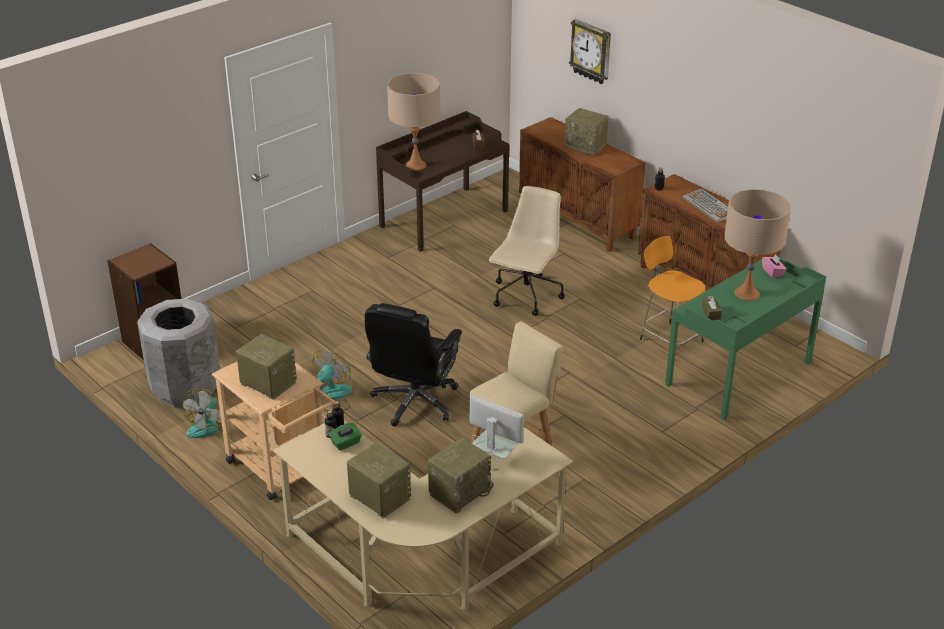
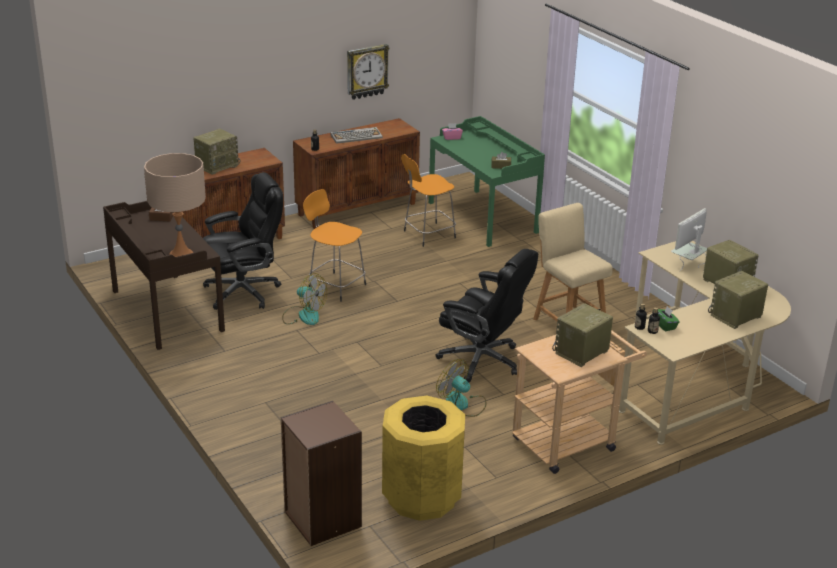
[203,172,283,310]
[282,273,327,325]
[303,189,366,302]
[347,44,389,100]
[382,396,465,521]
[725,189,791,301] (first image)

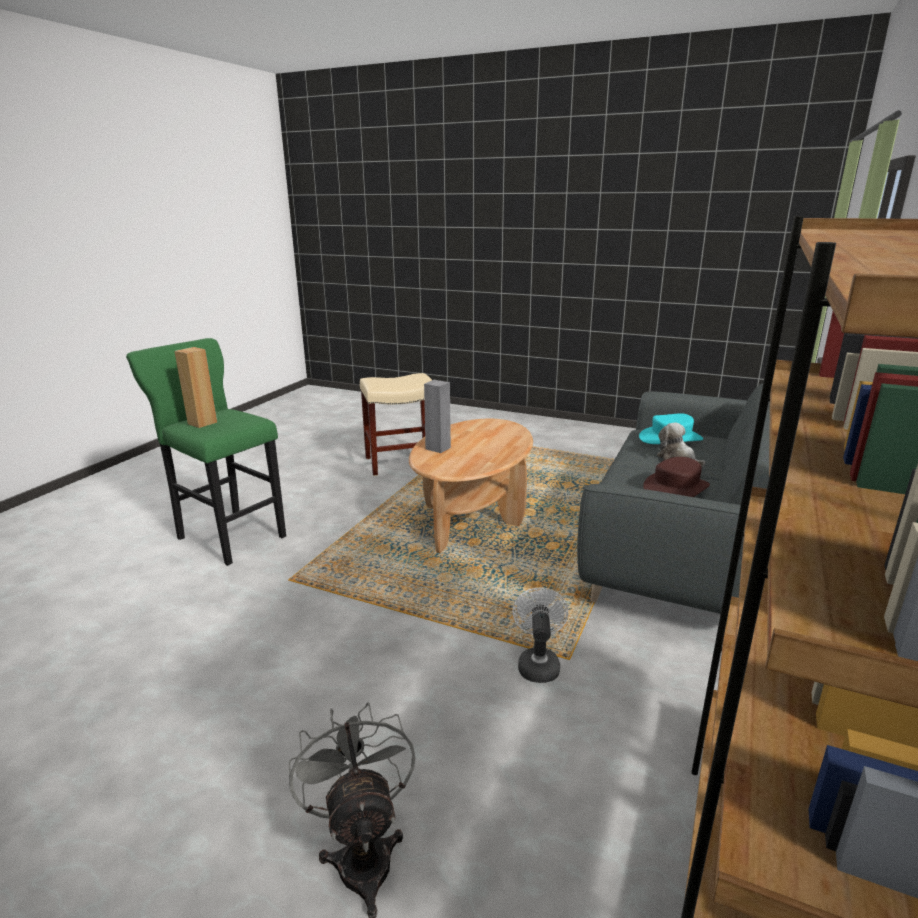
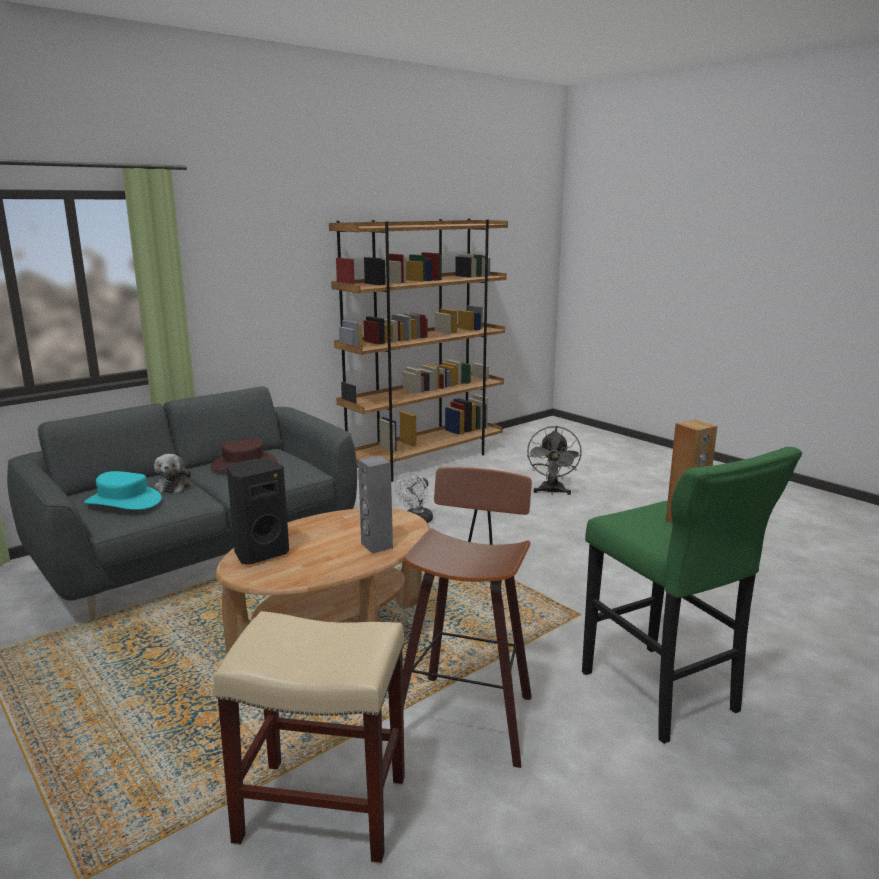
[227,459,289,565]
[403,467,532,768]

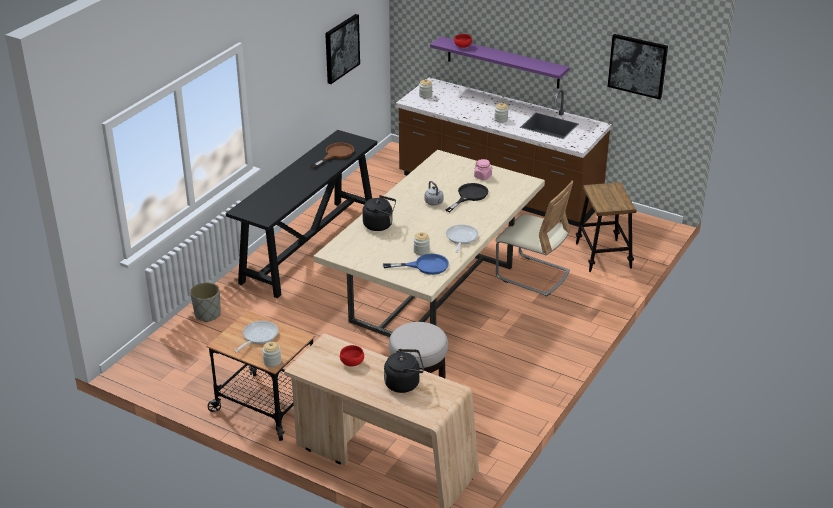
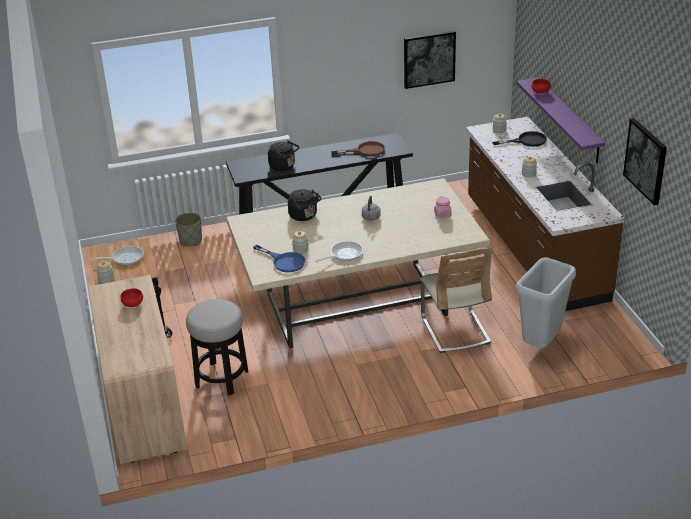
[268,140,299,171]
[492,131,547,147]
[516,258,576,348]

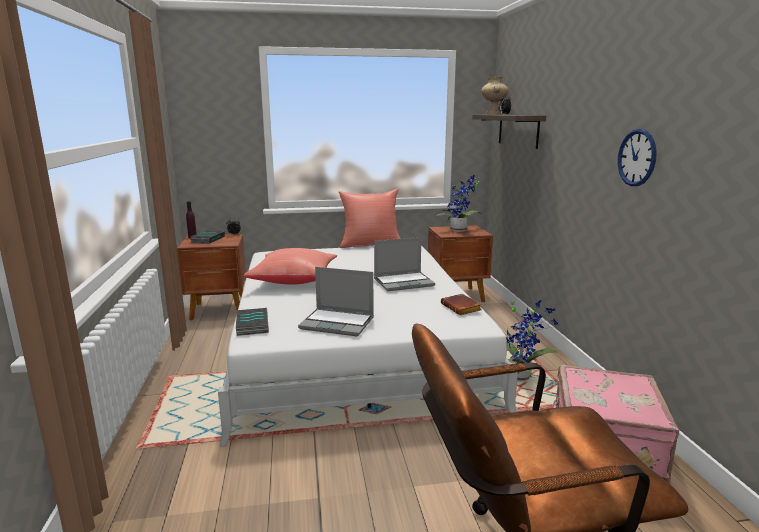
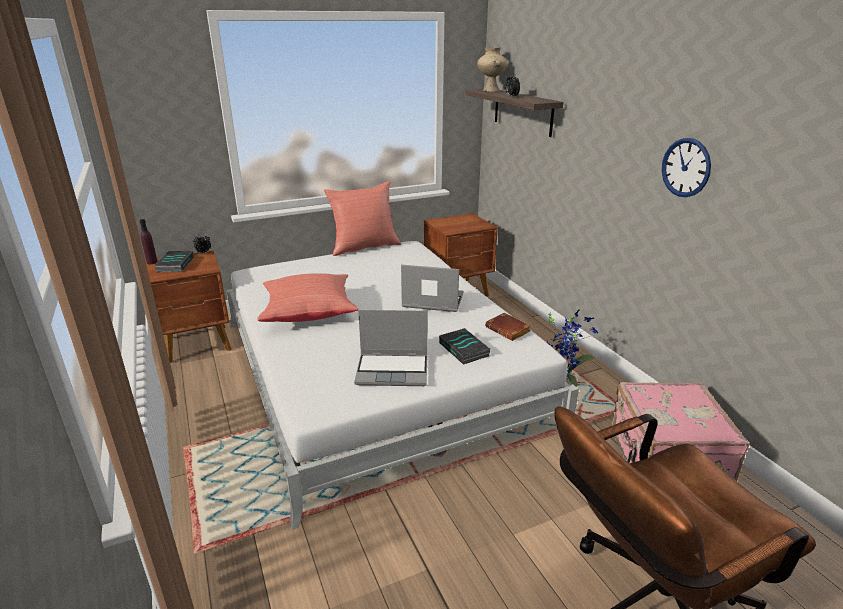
[401,265,464,312]
[439,328,490,365]
[436,175,482,232] (first image)

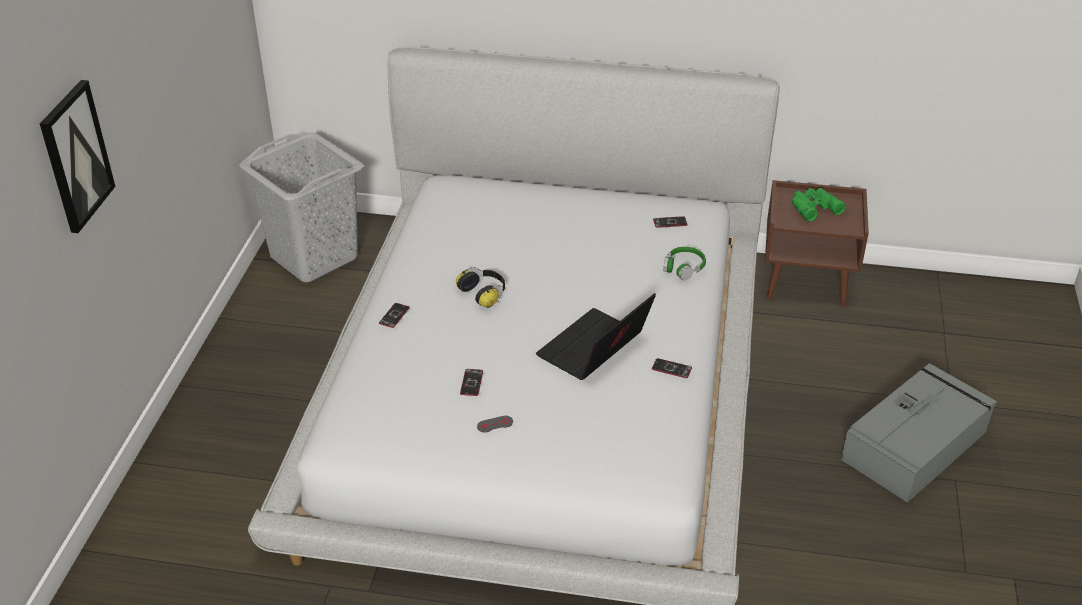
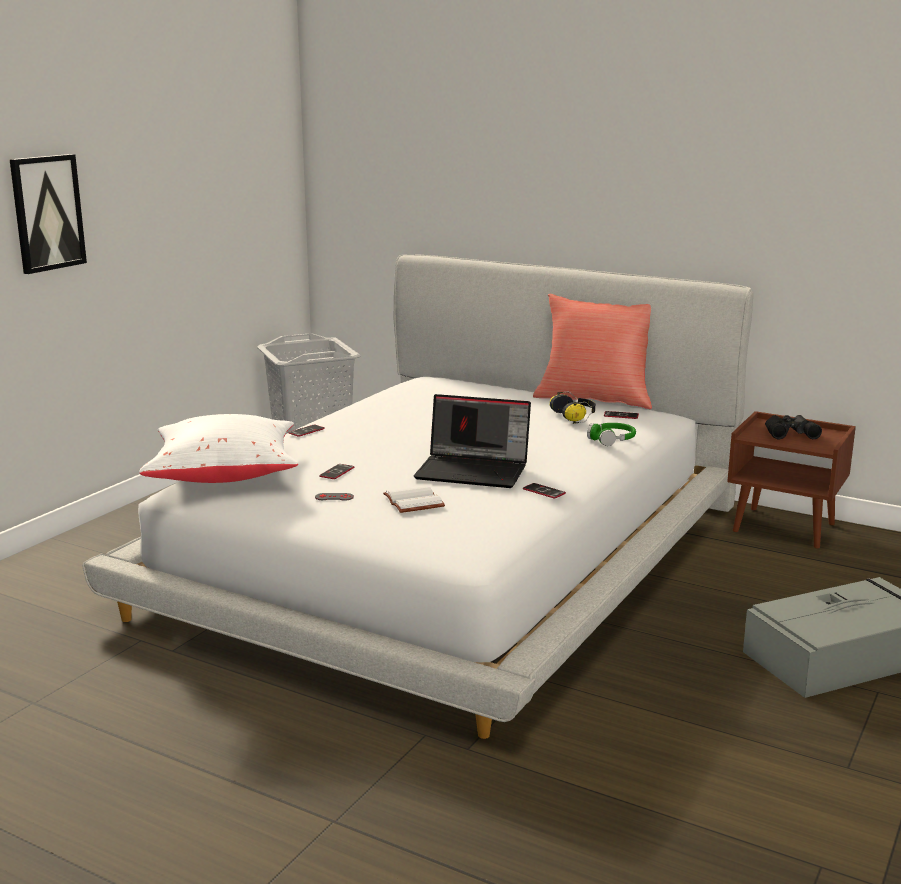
[139,414,298,483]
[383,485,445,513]
[414,394,531,488]
[533,293,652,409]
[550,392,595,424]
[765,415,822,440]

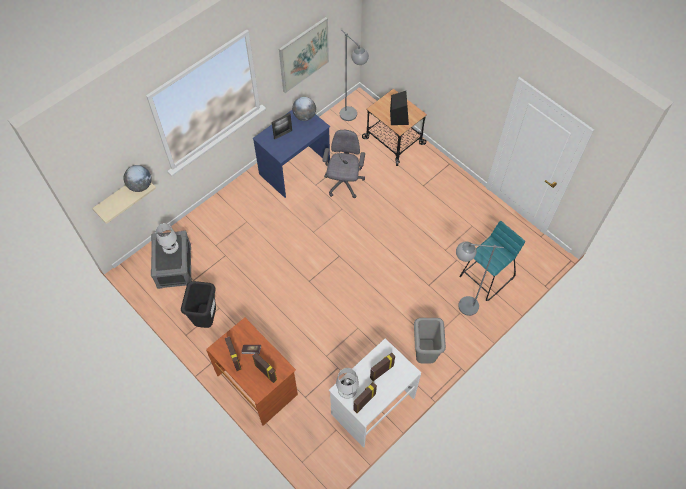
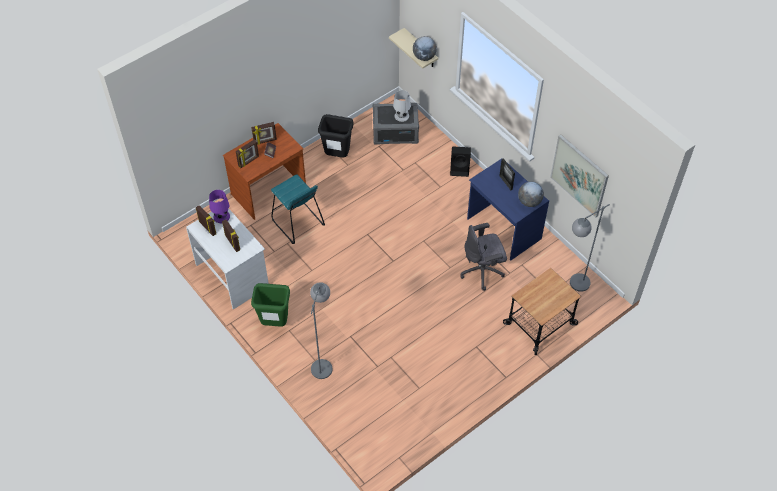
[209,190,230,223]
[251,283,290,327]
[271,174,325,244]
[450,146,471,177]
[461,223,507,291]

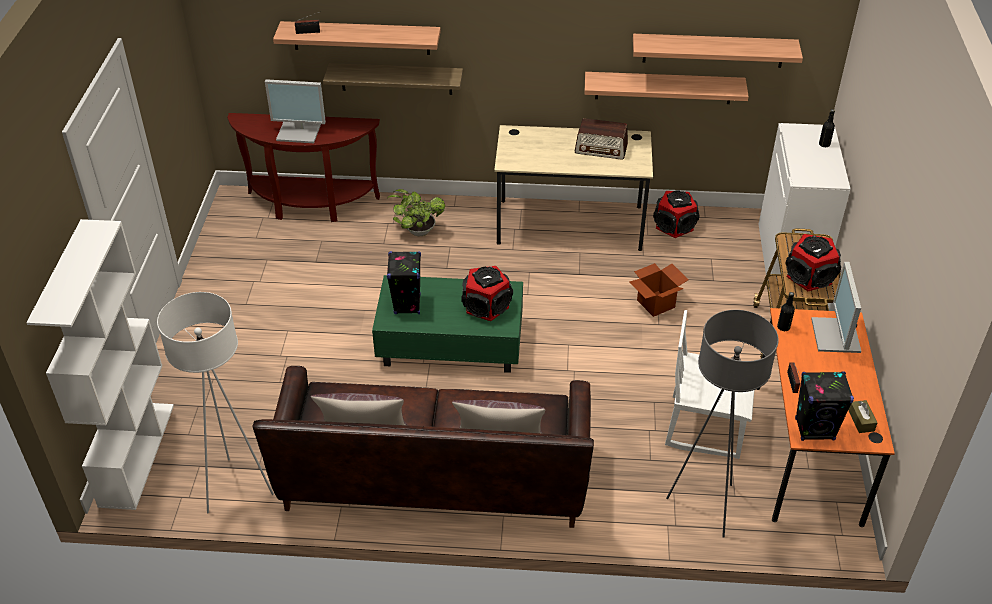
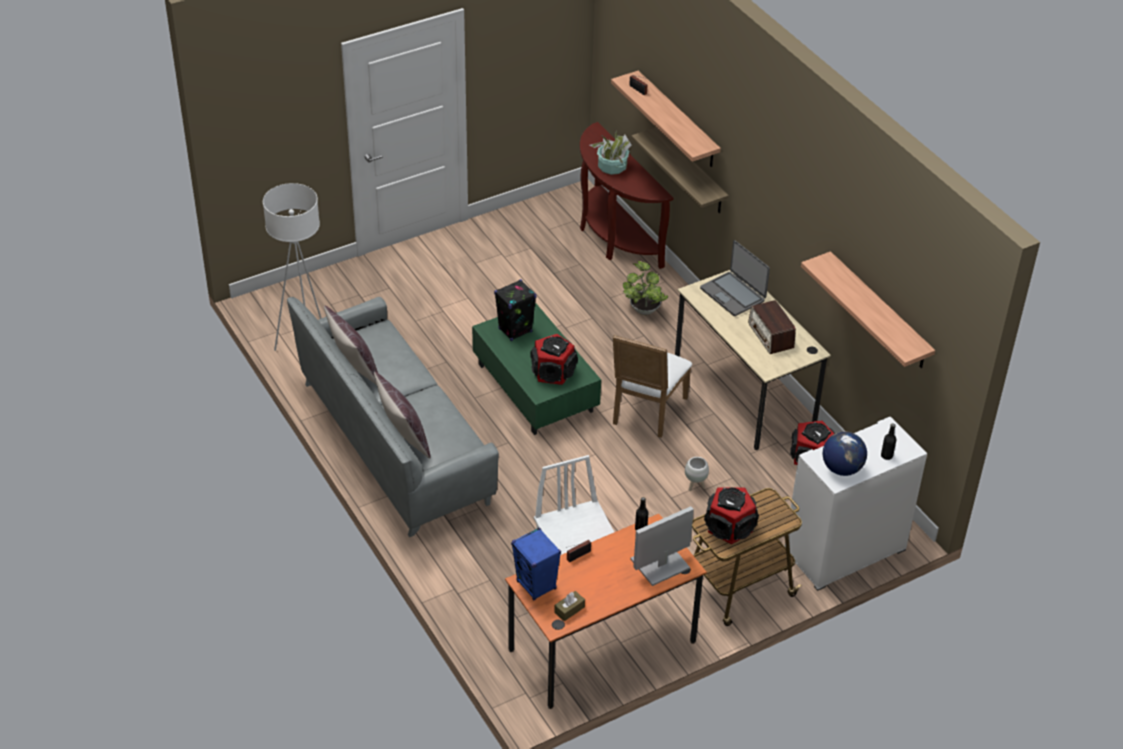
[287,297,499,537]
[511,527,561,600]
[590,131,631,175]
[613,335,692,438]
[685,457,709,491]
[700,240,770,316]
[823,432,867,476]
[26,219,174,510] (first image)
[584,72,749,104] (first image)
[666,310,779,538] (first image)

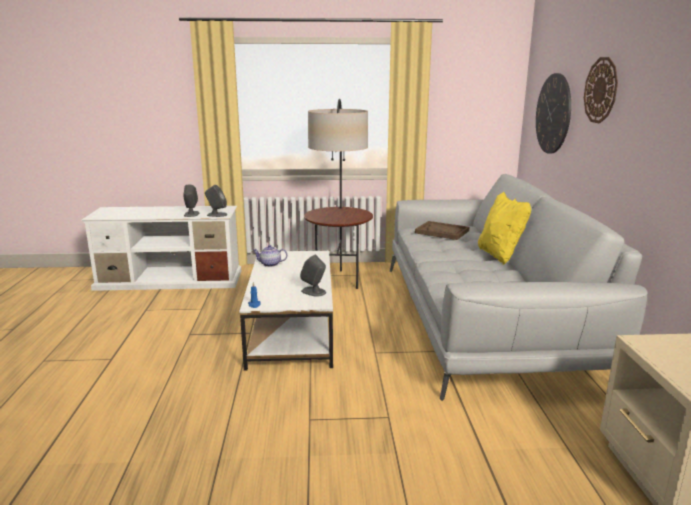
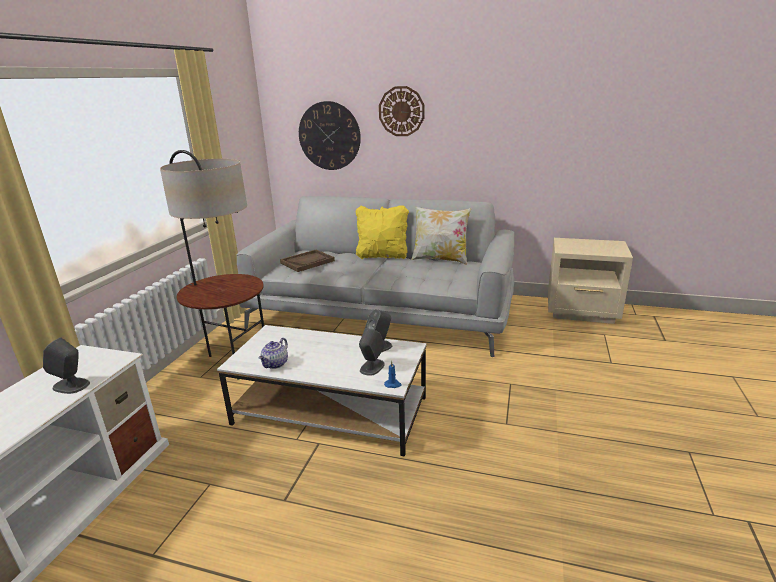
[359,328,385,376]
[412,207,472,265]

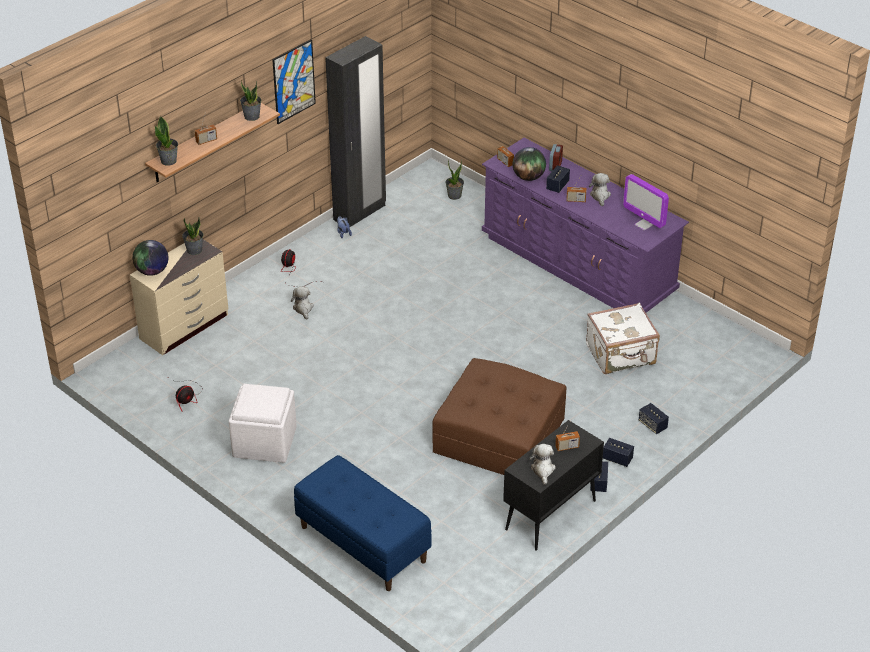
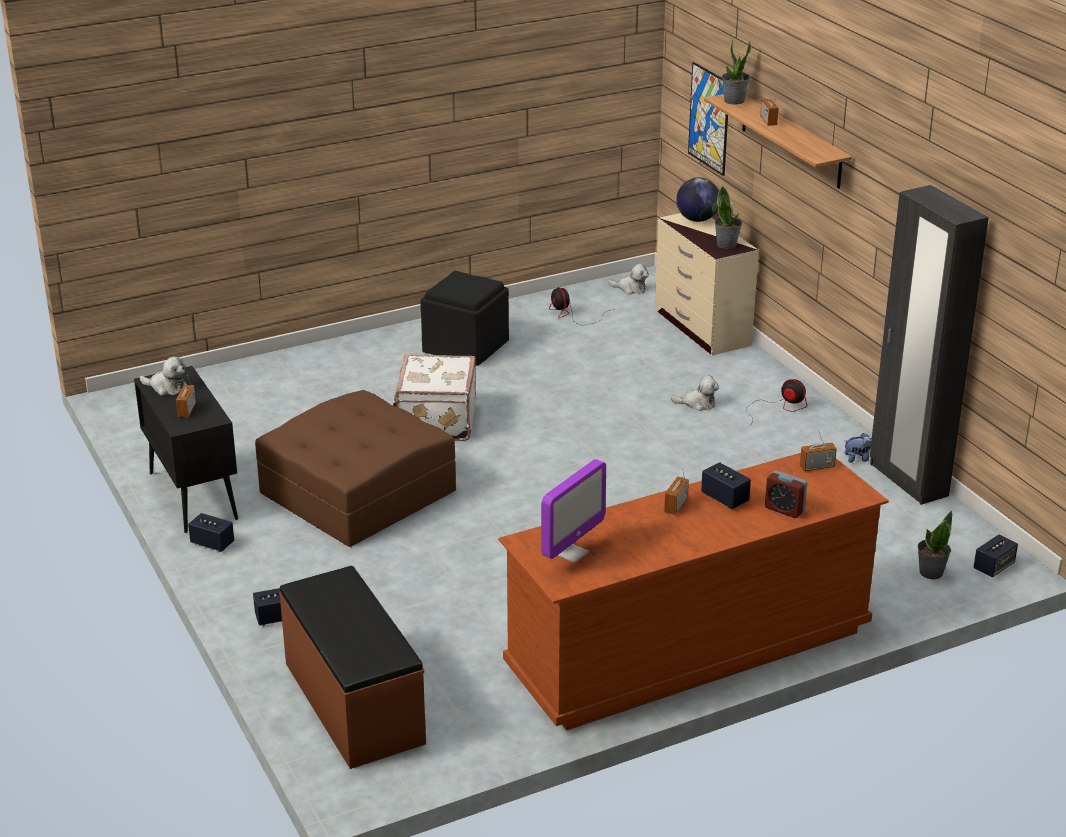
[279,566,426,769]
[393,354,476,441]
[421,271,509,366]
[498,453,889,731]
[541,459,606,563]
[608,264,649,295]
[688,62,728,176]
[973,535,1018,577]
[240,80,261,121] (first image)
[294,455,432,591] (first image)
[513,147,546,181] (first image)

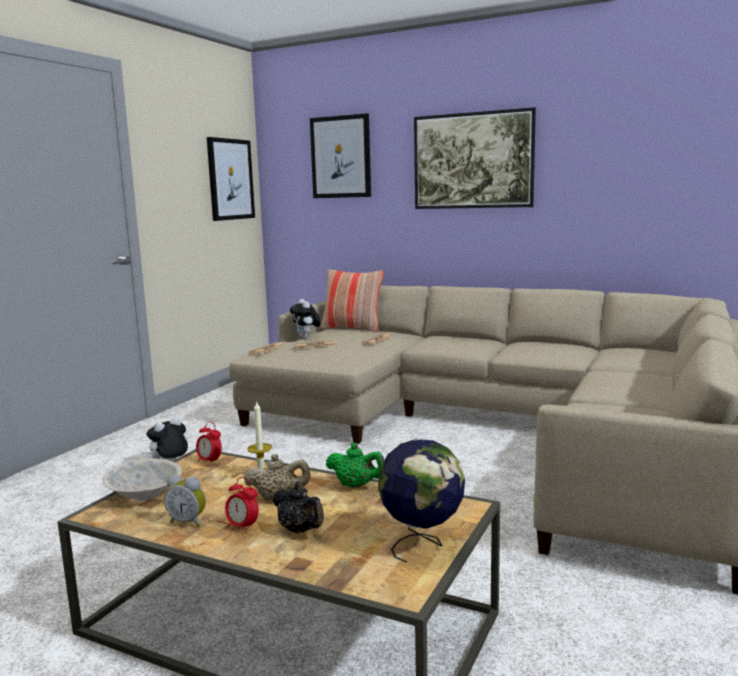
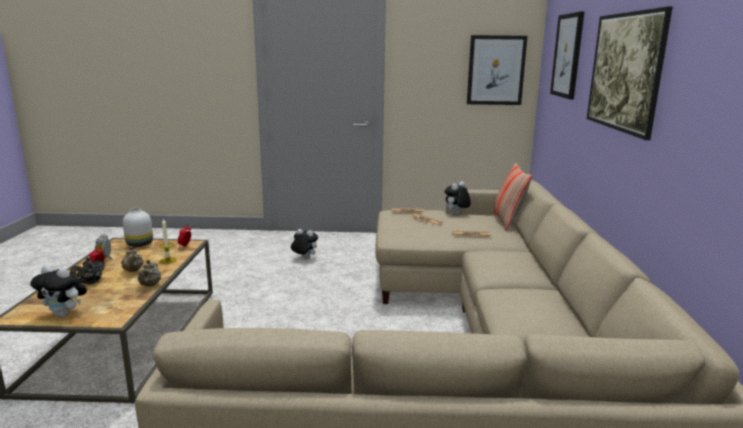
[30,265,87,318]
[123,208,153,247]
[138,259,161,287]

